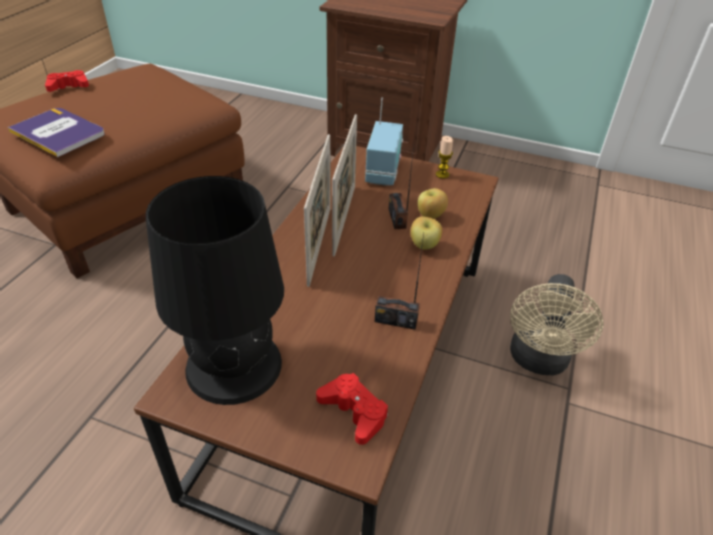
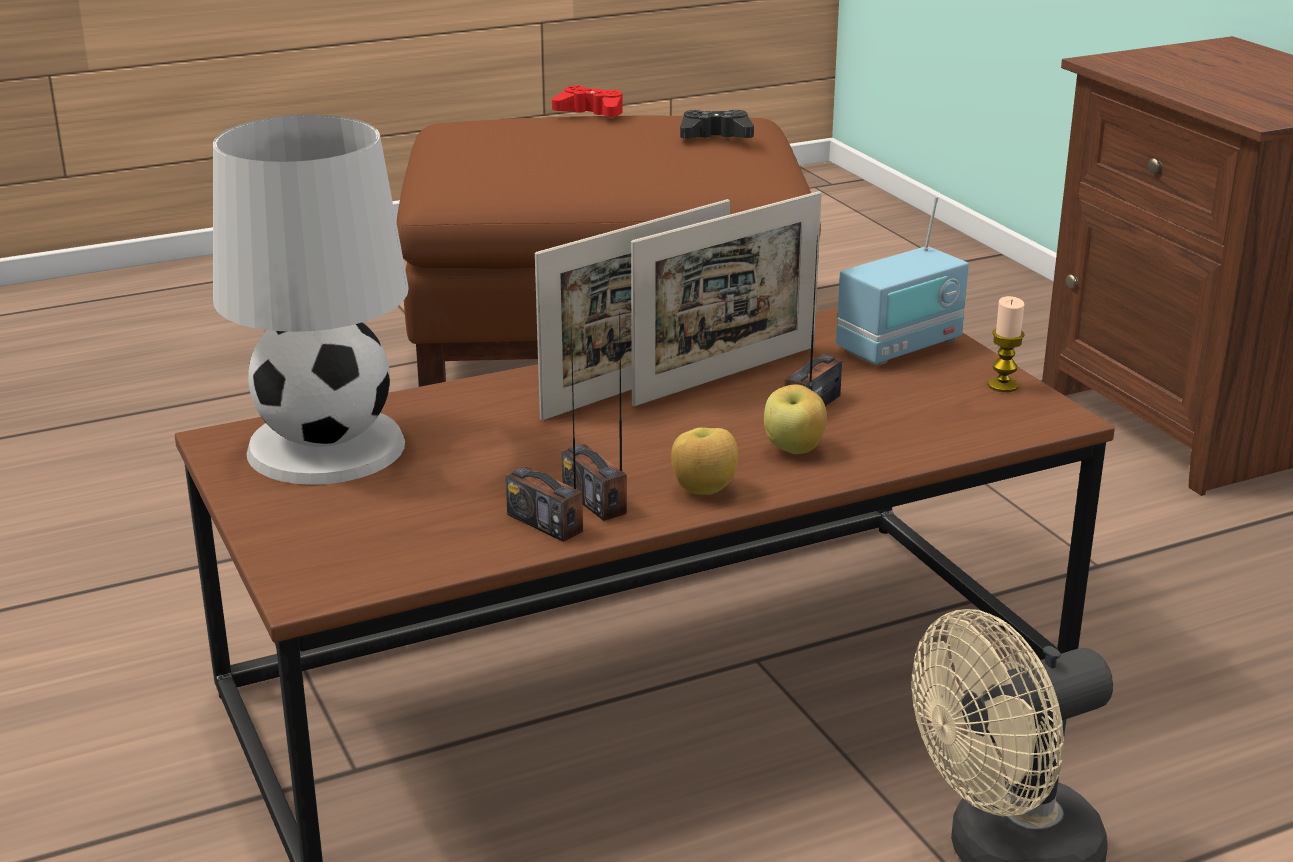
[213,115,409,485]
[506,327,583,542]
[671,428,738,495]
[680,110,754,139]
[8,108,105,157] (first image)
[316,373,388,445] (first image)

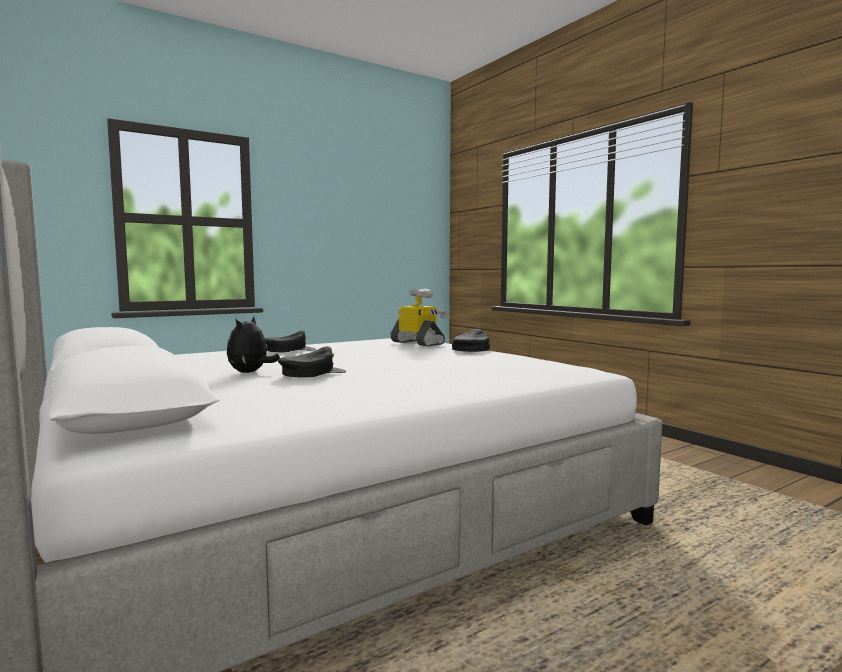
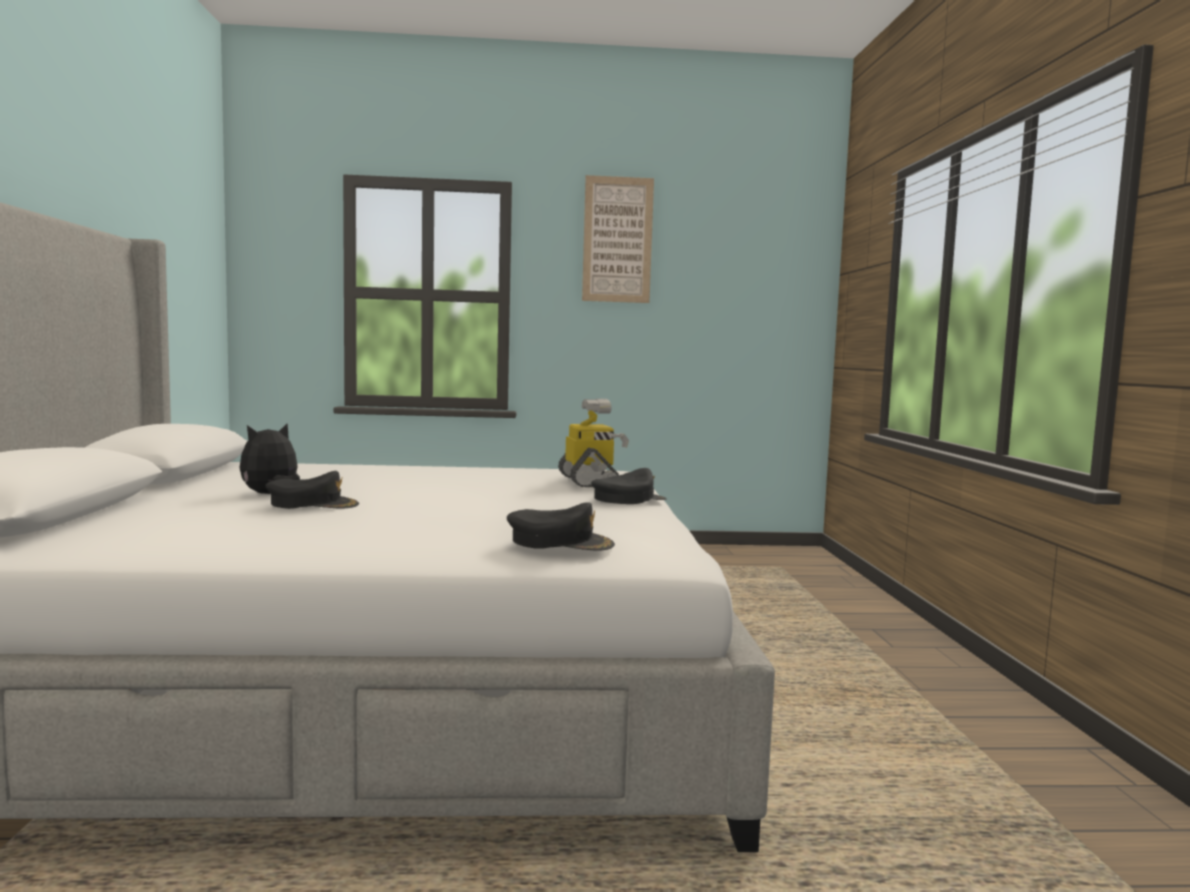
[507,502,615,551]
[582,175,654,303]

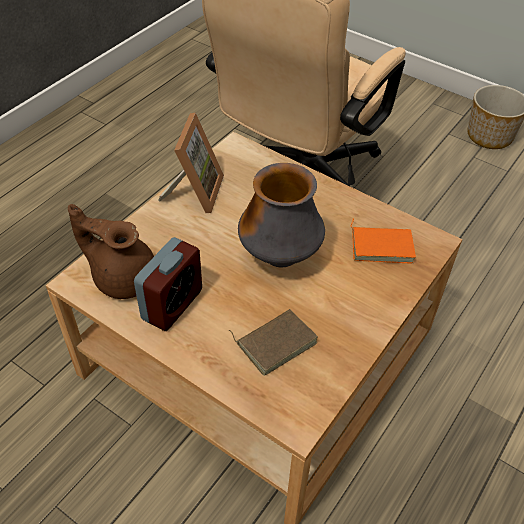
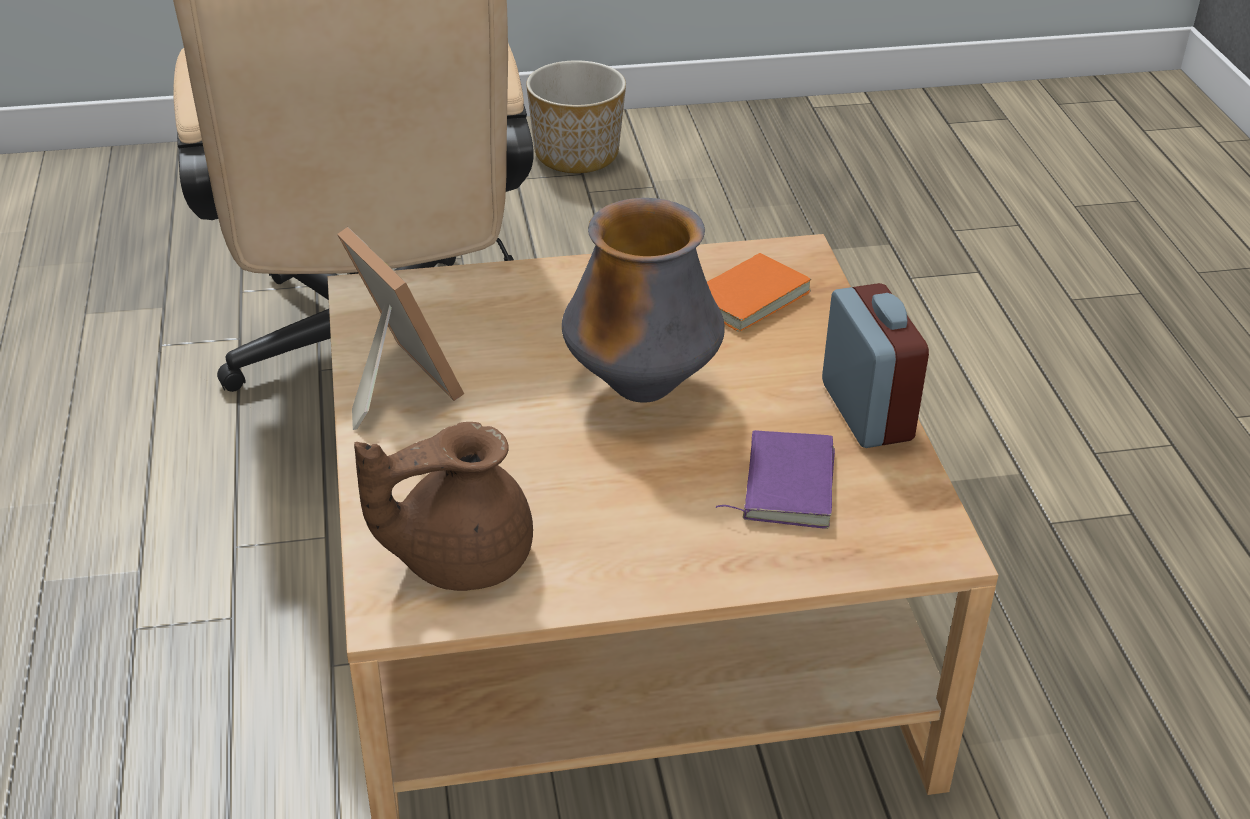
[716,430,835,529]
[822,283,929,448]

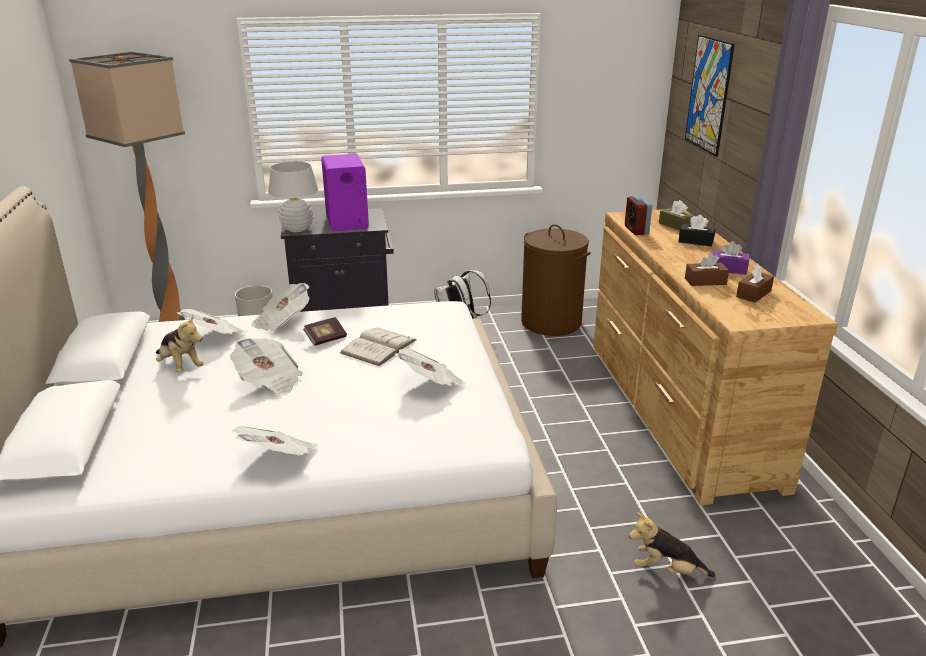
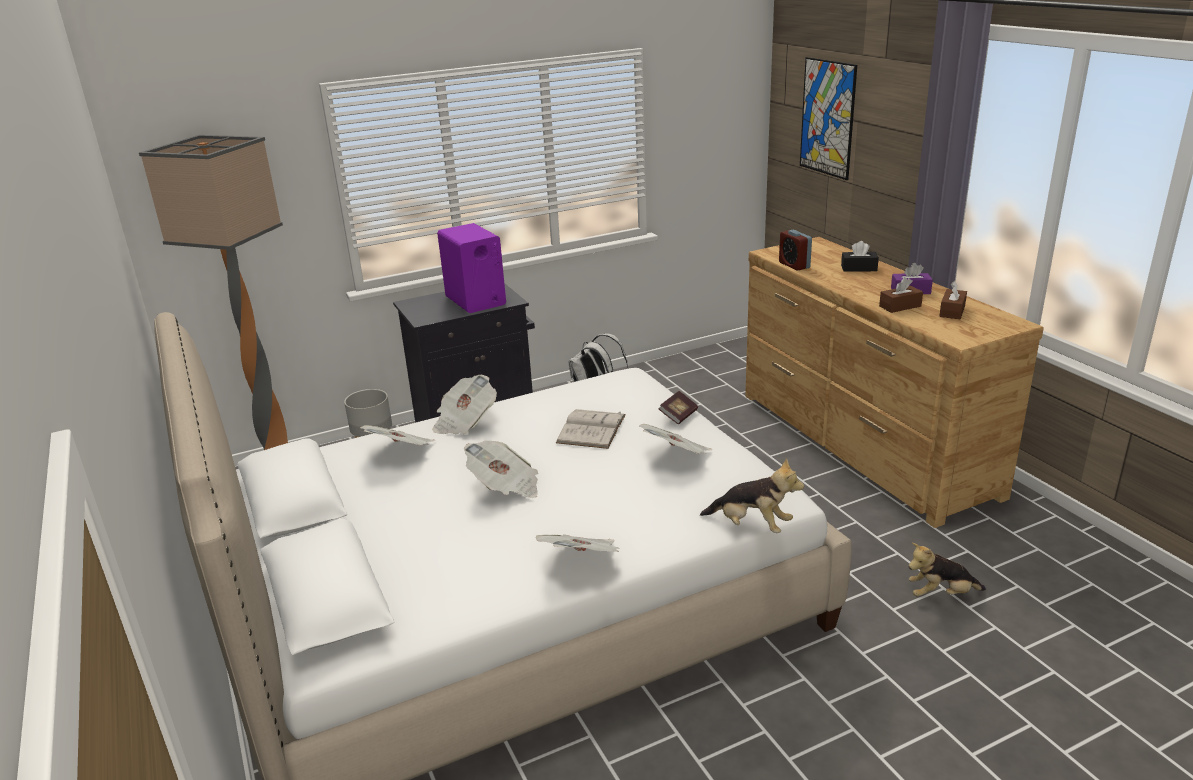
[659,391,698,424]
[700,458,804,533]
[268,161,318,232] (first image)
[521,224,591,336] (first image)
[659,200,695,231] (first image)

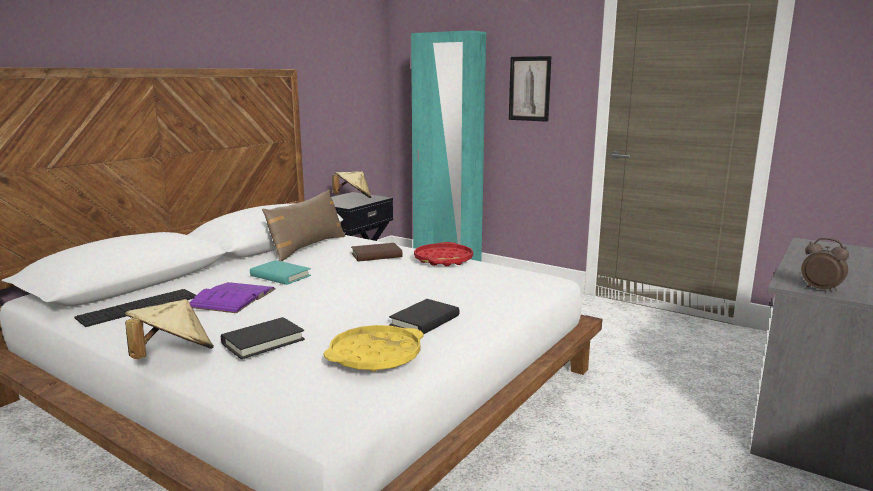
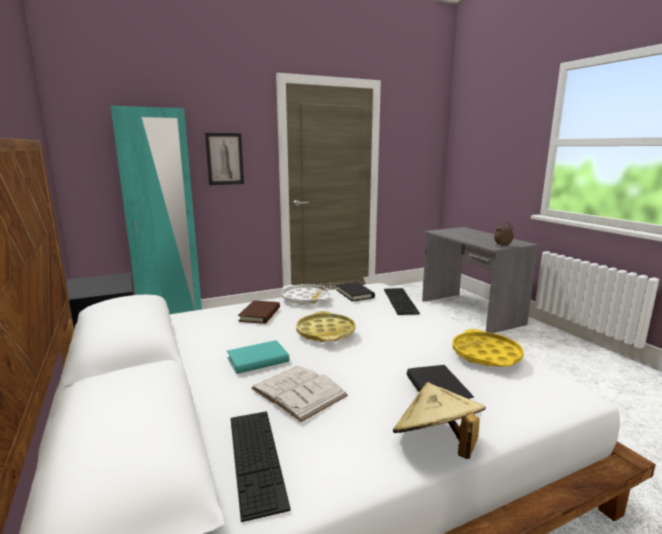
[251,366,348,422]
[281,284,330,305]
[296,311,356,342]
[336,282,375,302]
[384,288,420,315]
[262,190,346,261] (first image)
[332,172,371,198] (first image)

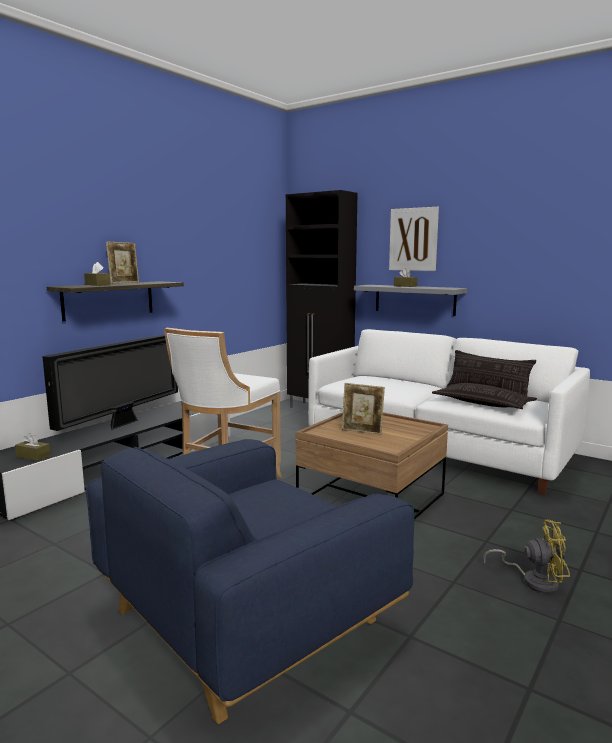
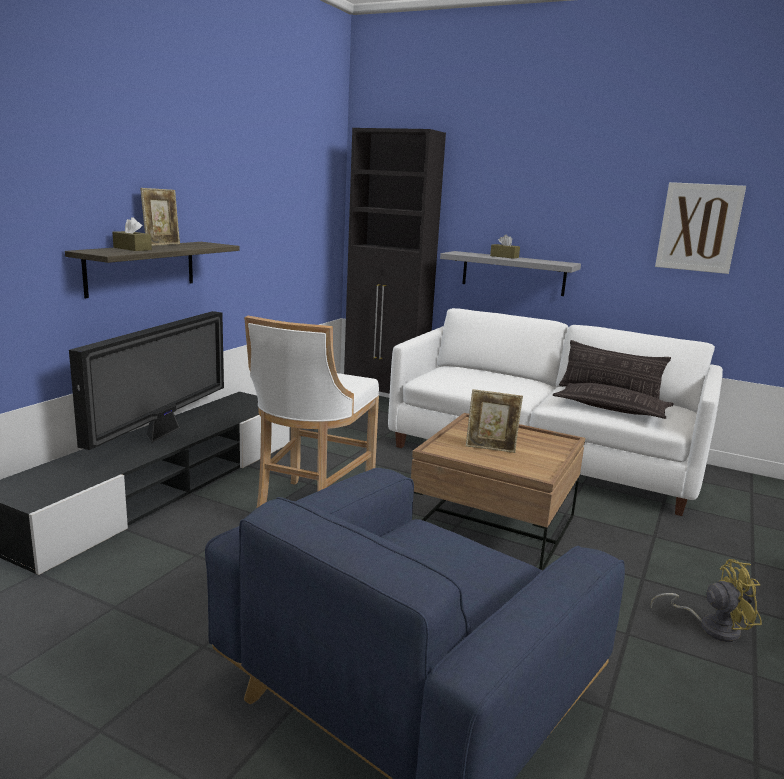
[655,182,746,274]
[15,433,51,461] (first image)

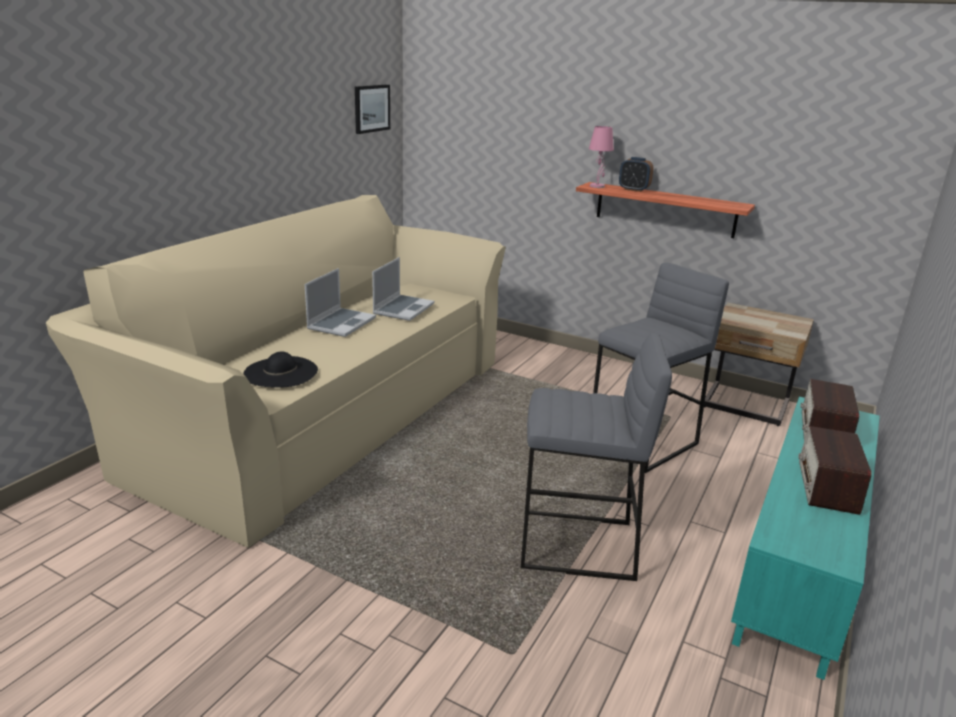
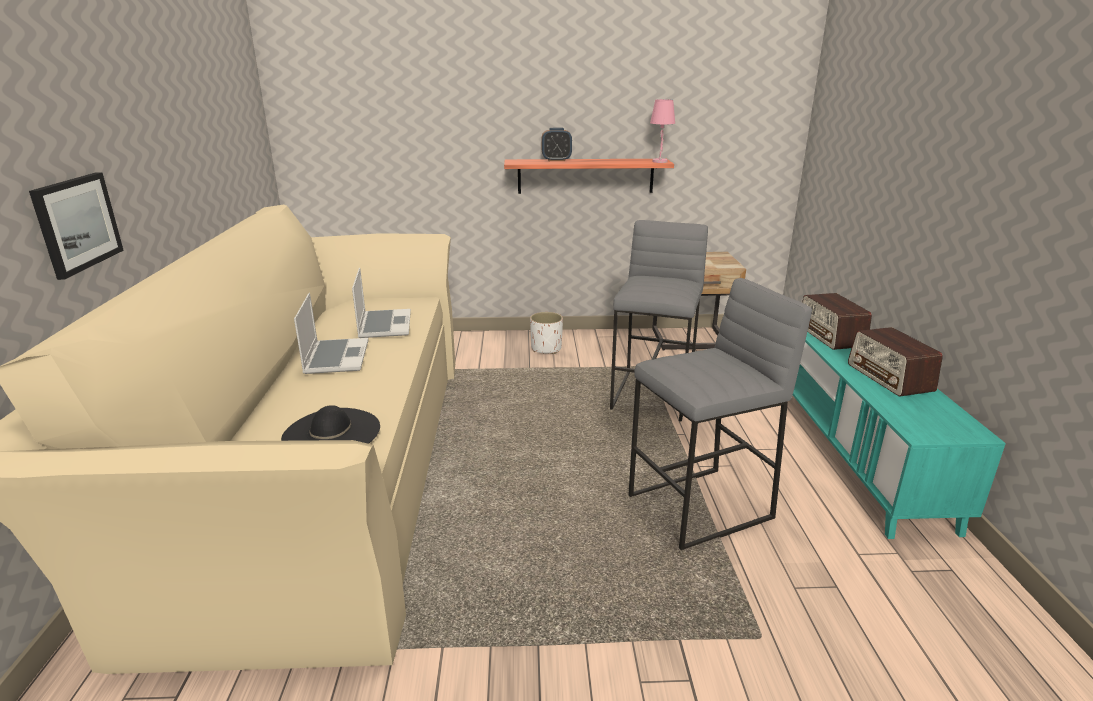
[29,172,124,280]
[530,312,563,354]
[650,99,675,163]

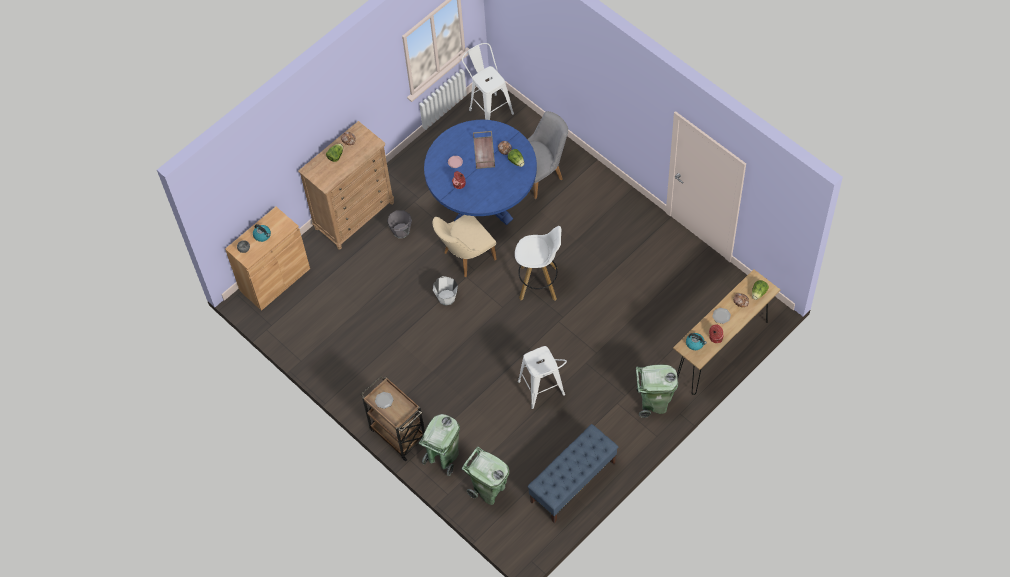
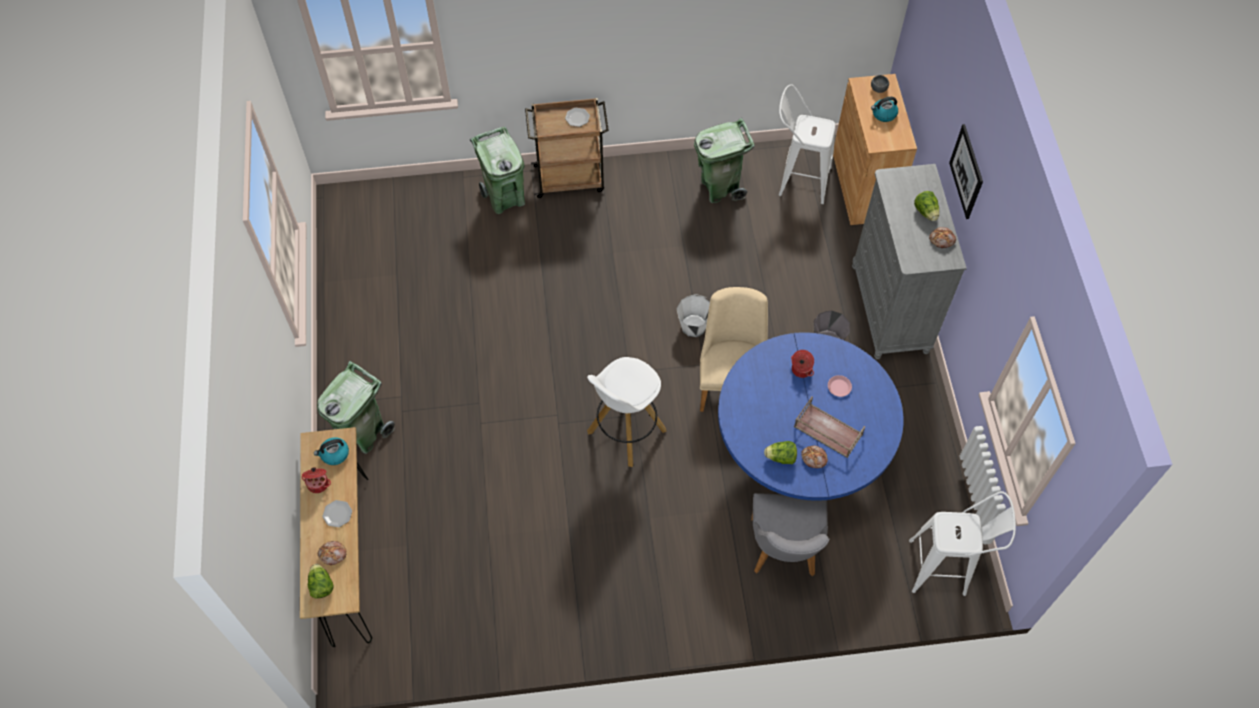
[694,118,754,203]
[779,84,835,204]
[852,164,967,359]
[949,124,983,219]
[527,424,618,523] (first image)

